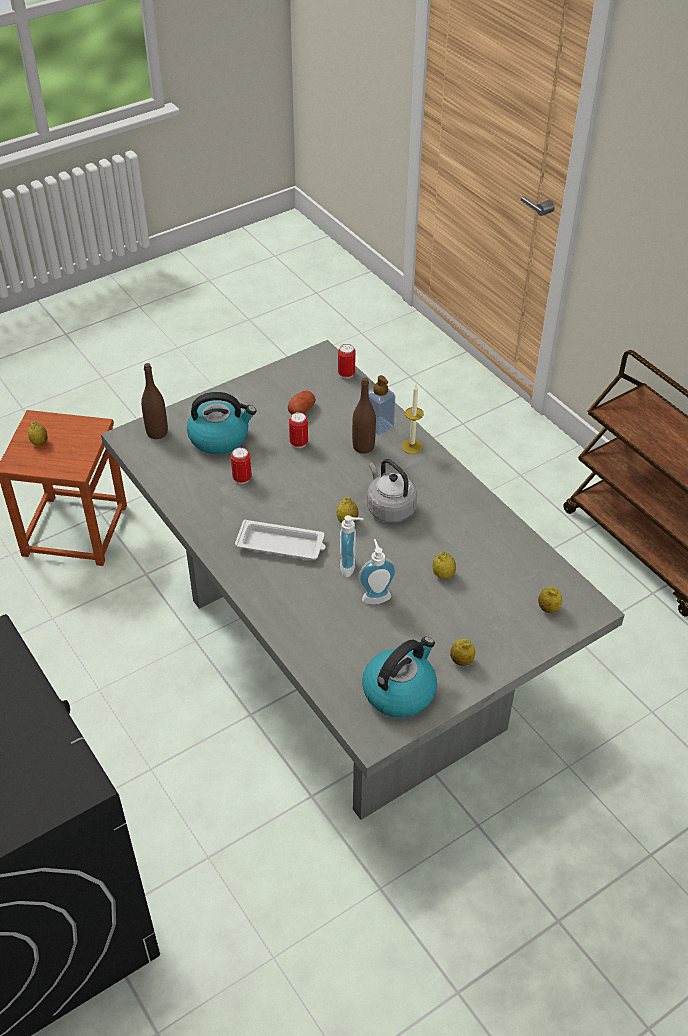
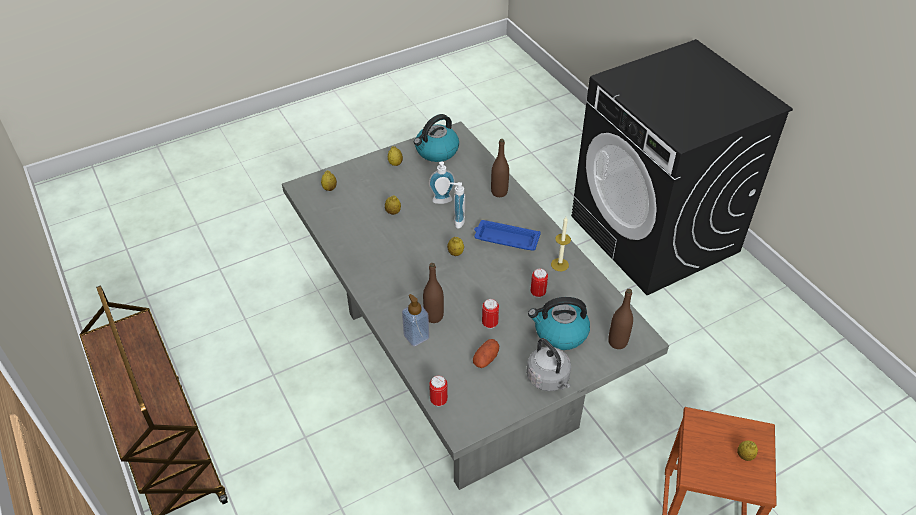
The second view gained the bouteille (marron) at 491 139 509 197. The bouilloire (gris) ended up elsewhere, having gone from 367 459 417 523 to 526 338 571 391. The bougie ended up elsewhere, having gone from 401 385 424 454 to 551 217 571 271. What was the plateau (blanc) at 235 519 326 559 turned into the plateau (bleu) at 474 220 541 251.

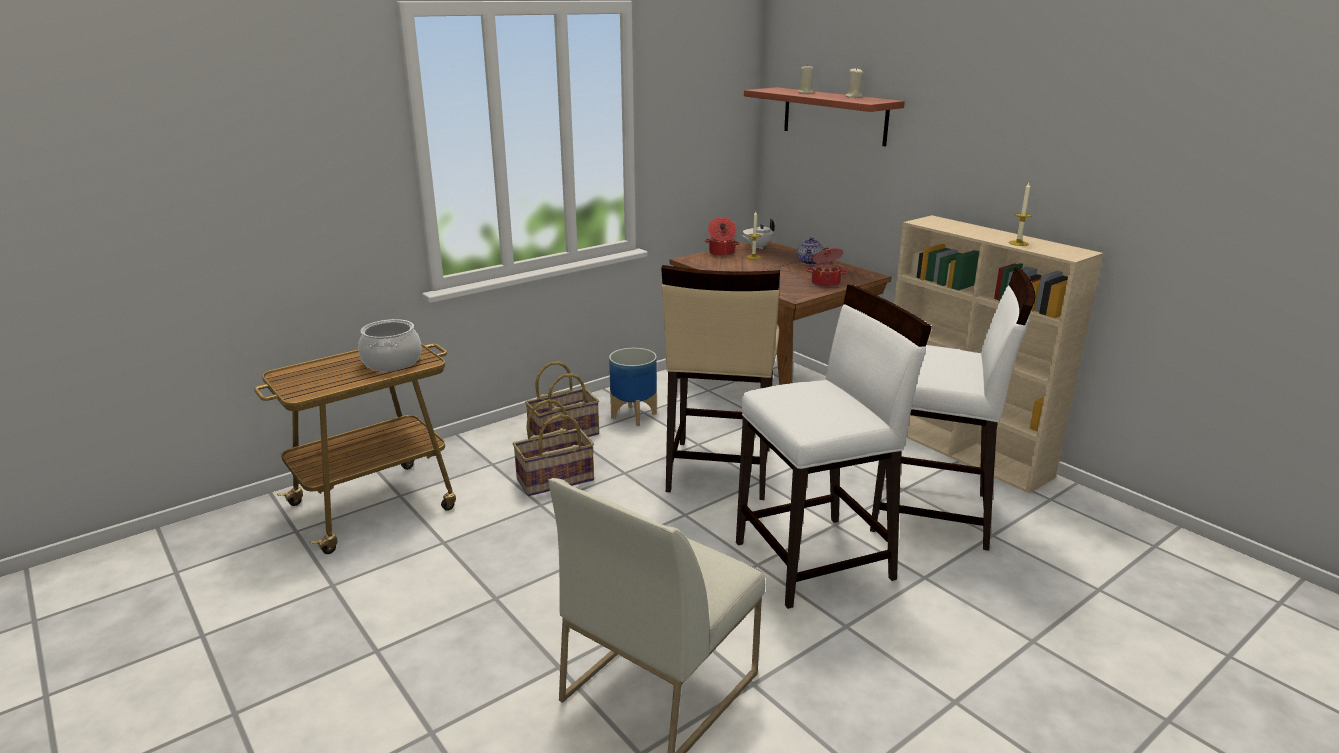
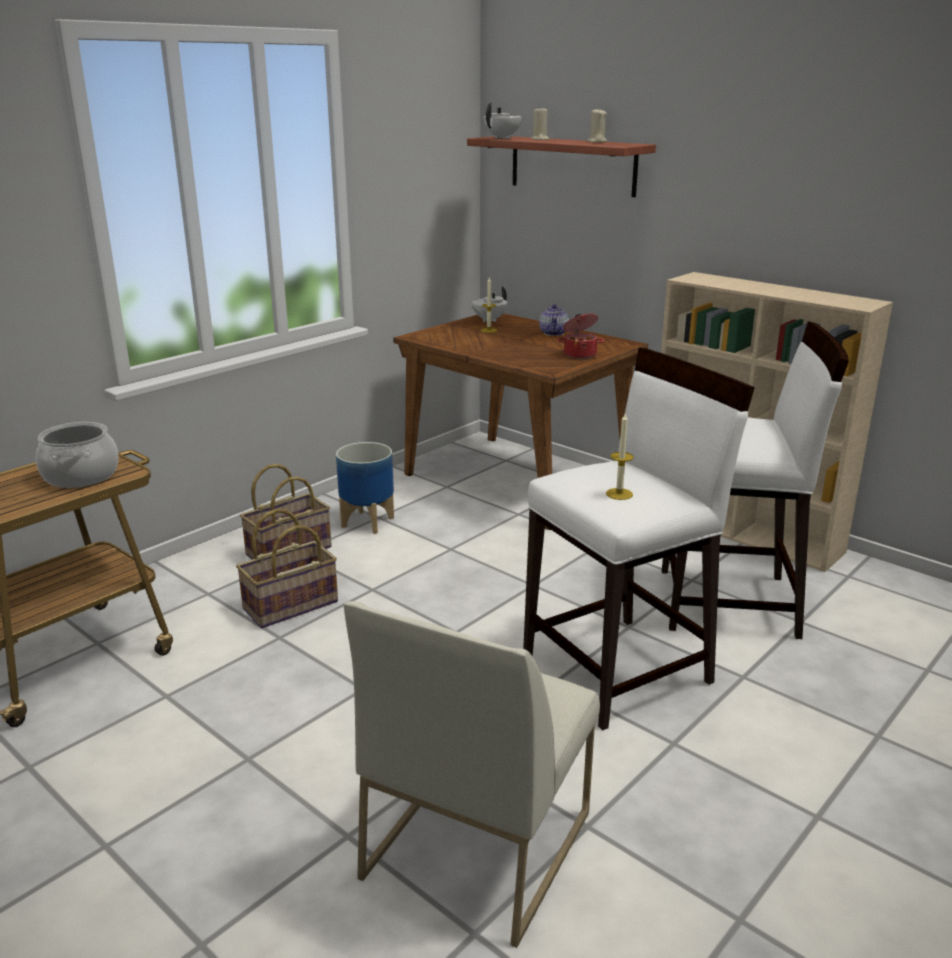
The second view lost the tabouret (beige) at 661 265 780 500. The second view lost the marmite at 704 217 740 256. The second view gained the théière (blanc) at 484 103 522 139. The bougie ended up elsewhere, having gone from 1008 183 1032 246 to 606 414 634 500.

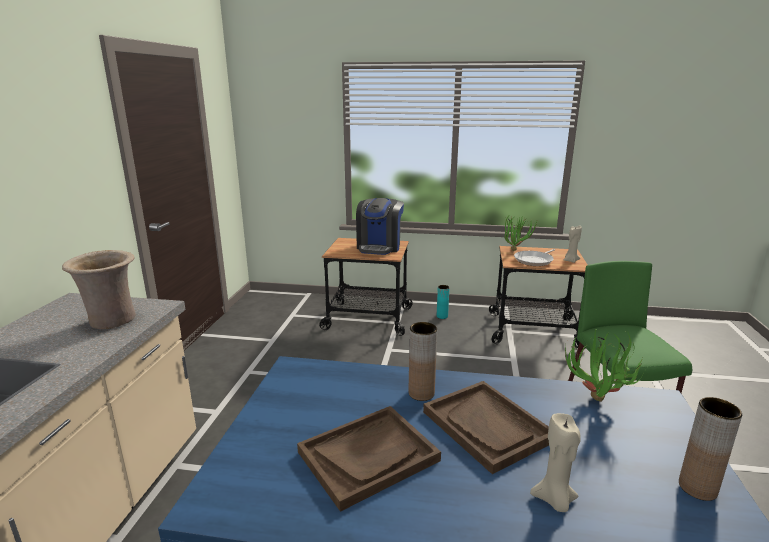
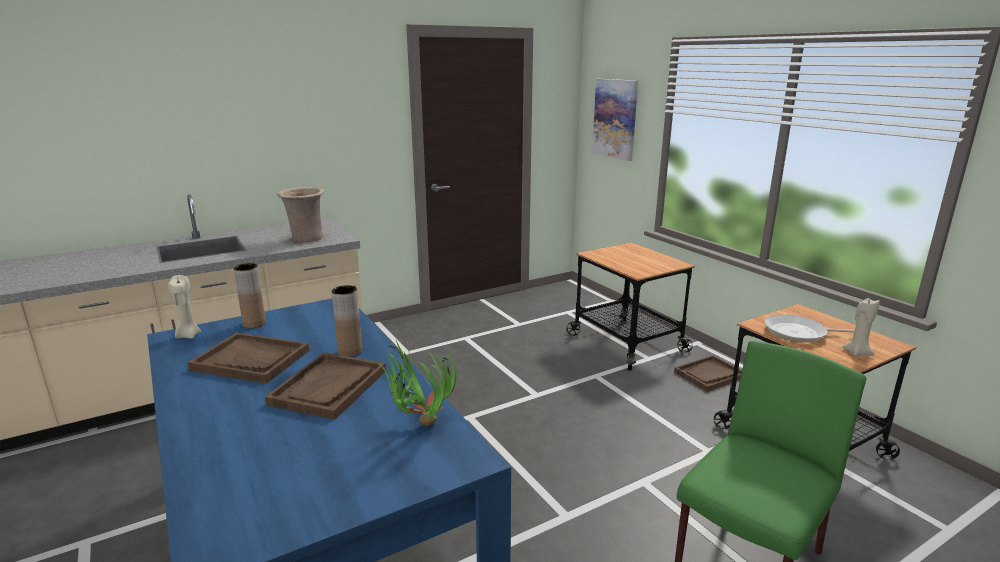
The second view lost the machine à café at 356 198 404 255. The second view lost the plante en pot at 504 214 537 251. The second view gained the tableau at 592 79 638 161. The bougie (beige) ended up elsewhere, having gone from 530 413 581 512 to 168 275 201 339. The vase (marron) ended up elsewhere, having gone from 679 397 742 501 to 234 263 266 328. Where the vase (turquoise) stood at 437 285 449 319, the plateau (marron) came to stand at 674 355 742 392.

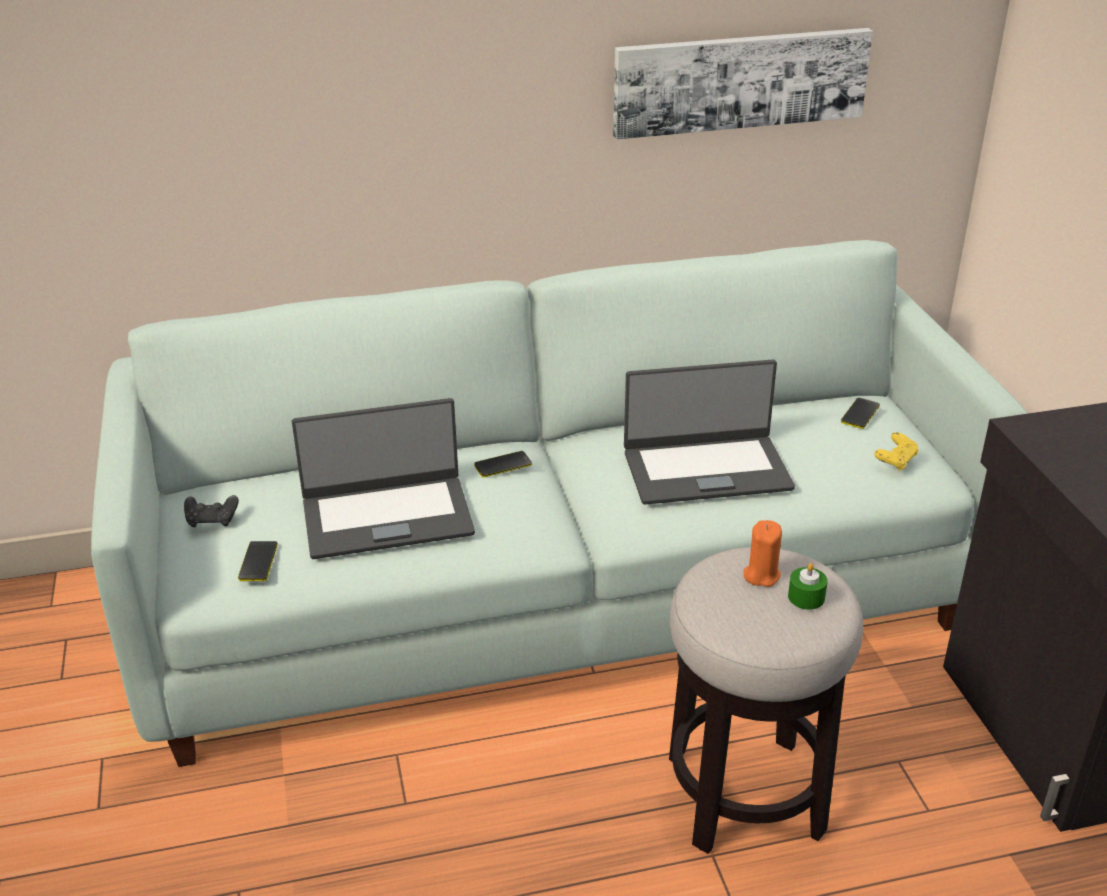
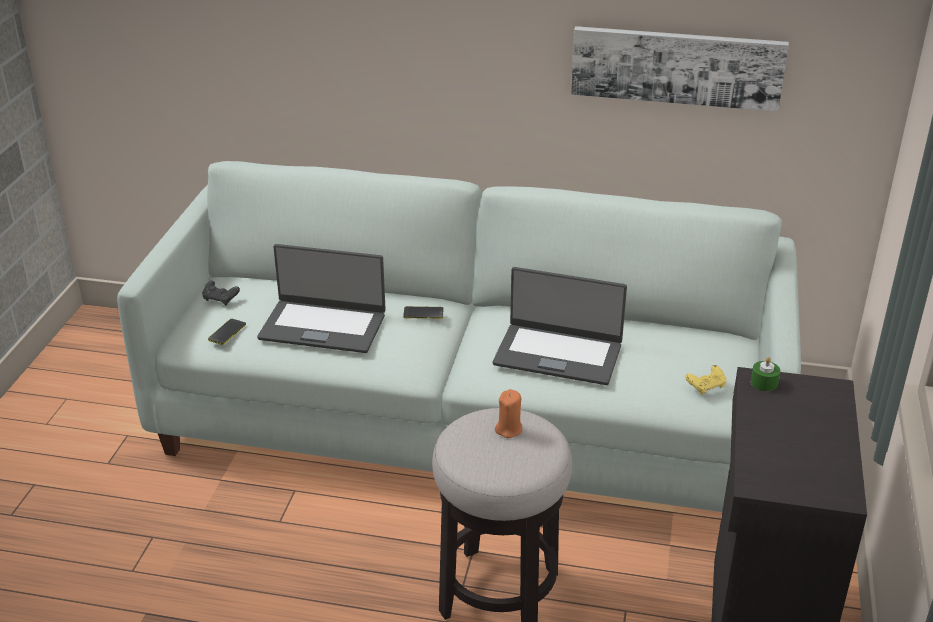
The second view lost the téléphone at 841 398 880 429. The bougie (vert) ended up elsewhere, having gone from 788 563 828 610 to 751 357 780 391.

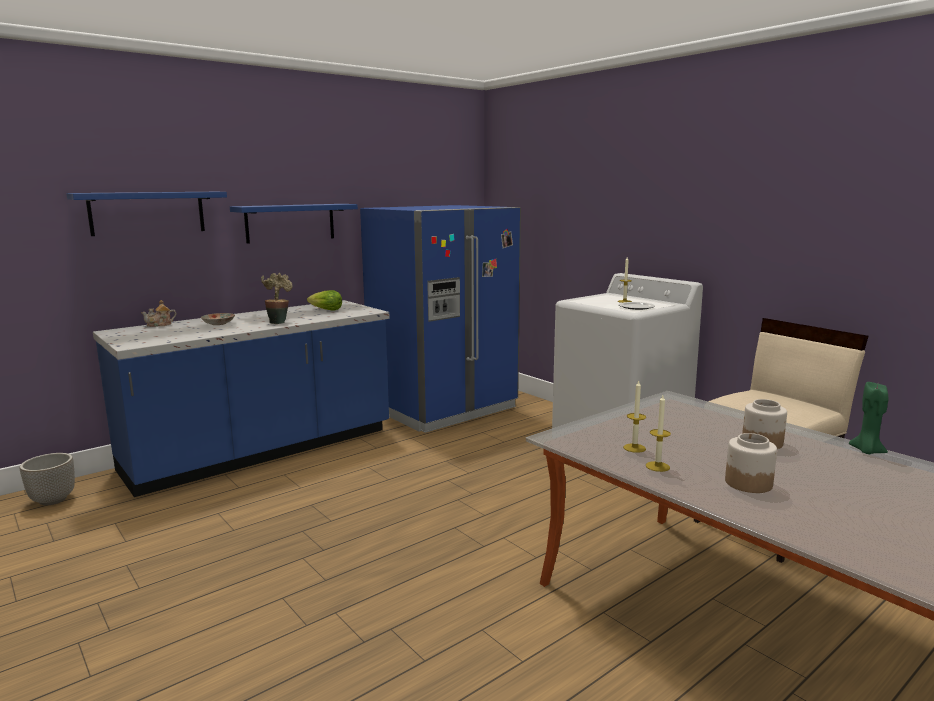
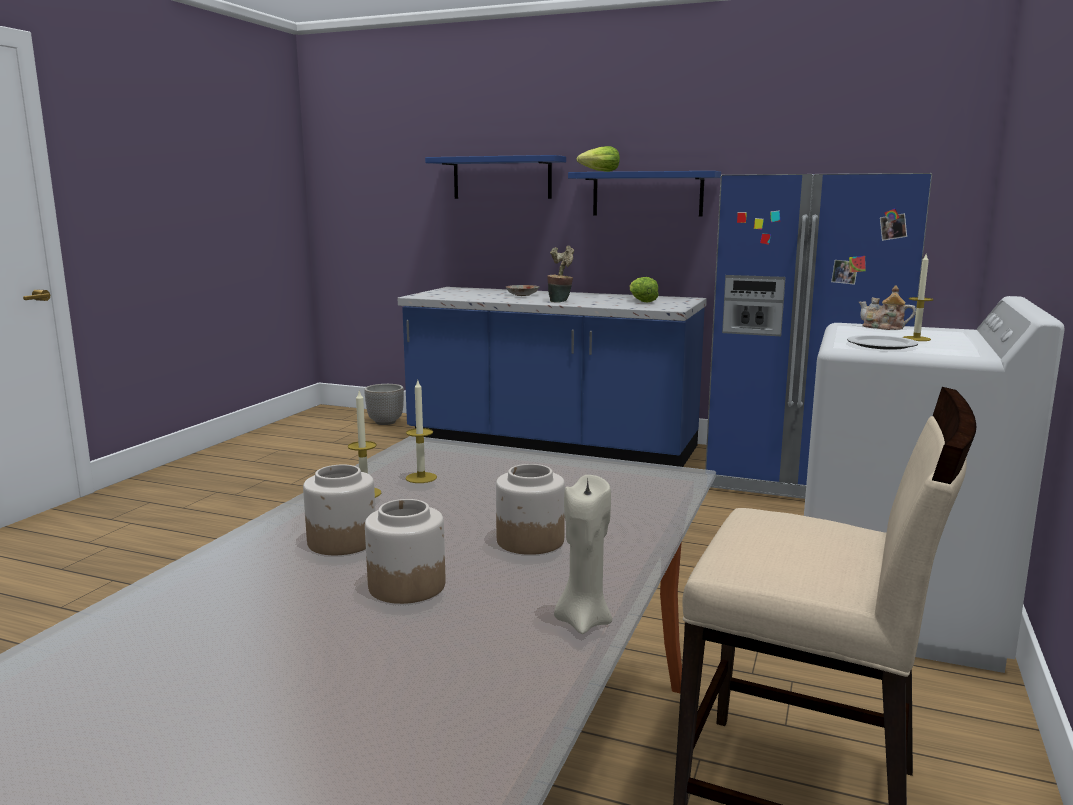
The second view gained the bocal at 365 499 445 604. The second view gained the laitue at 577 146 620 172. The théière ended up elsewhere, having gone from 141 300 176 327 to 859 285 916 330. What was the bougie (vert) at 849 382 888 454 turned into the bougie (beige) at 554 475 612 634.

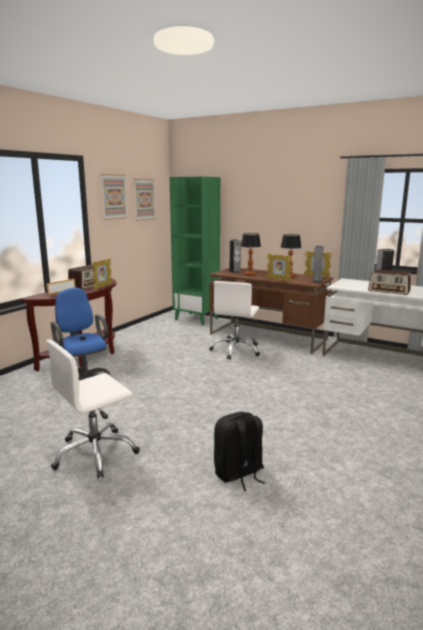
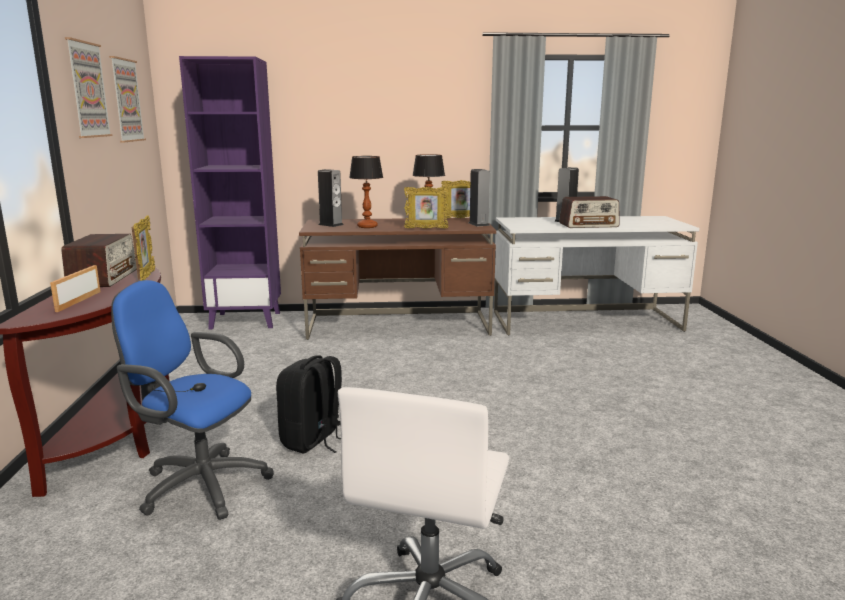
The second view lost the chaise de bureau (blanc) at 209 281 260 359. The sac à dos (noir) ended up elsewhere, having gone from 214 412 265 491 to 276 355 342 453. What was the bibliothèque (vert) at 170 176 220 325 turned into the bibliothèque (violet) at 179 56 281 329.

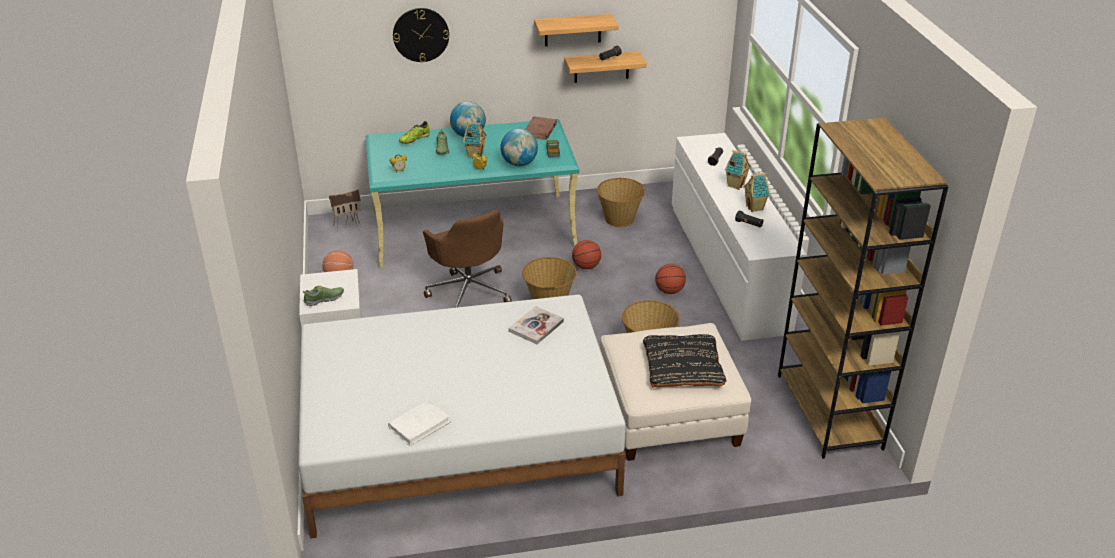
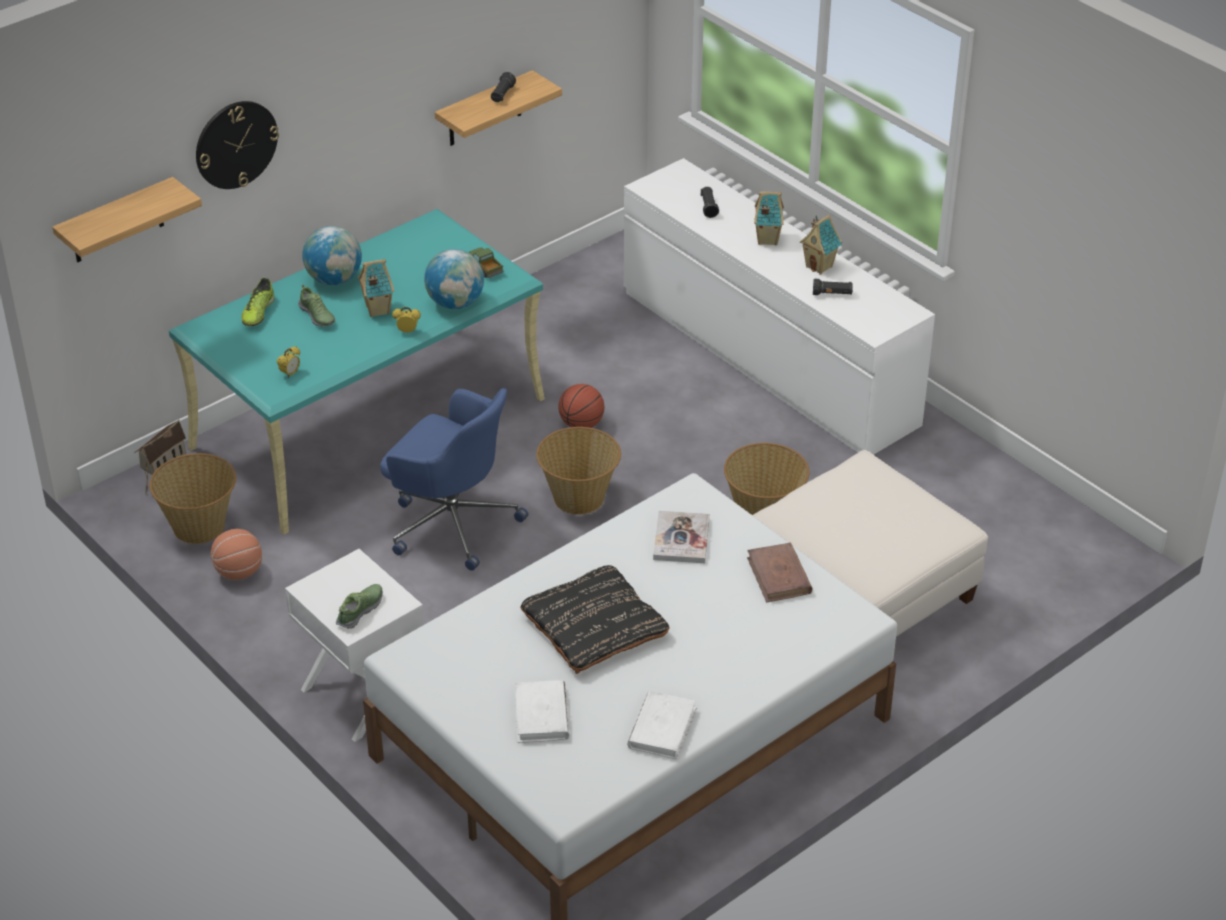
The second view lost the ballon de basket at 655 264 686 294. The second view lost the bibliothèque (marron) at 778 118 949 459. The second view gained the livre (blanc) at 515 680 569 743. The livre (marron) ended up elsewhere, having gone from 525 117 557 140 to 747 543 813 602. The étagère ended up elsewhere, having gone from 534 14 618 46 to 52 177 202 262. The panier ended up elsewhere, having gone from 597 178 646 227 to 150 453 236 544. The coussin (noir) ended up elsewhere, having gone from 643 334 726 387 to 520 565 670 674. What was the chaise de bureau (marron) at 423 210 512 308 turned into the chaise de bureau (bleu) at 380 388 528 571.

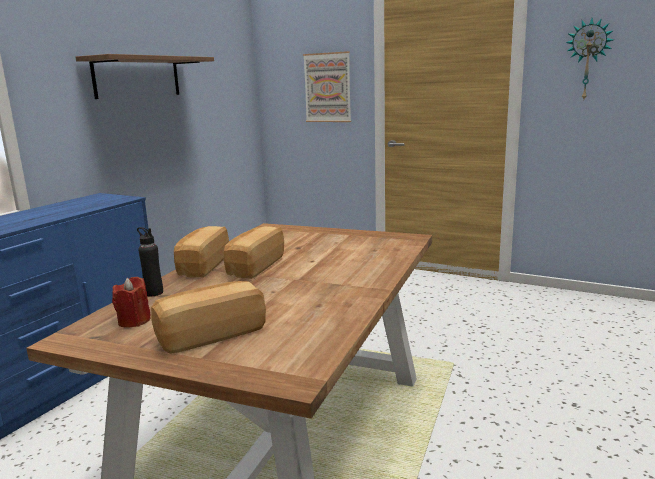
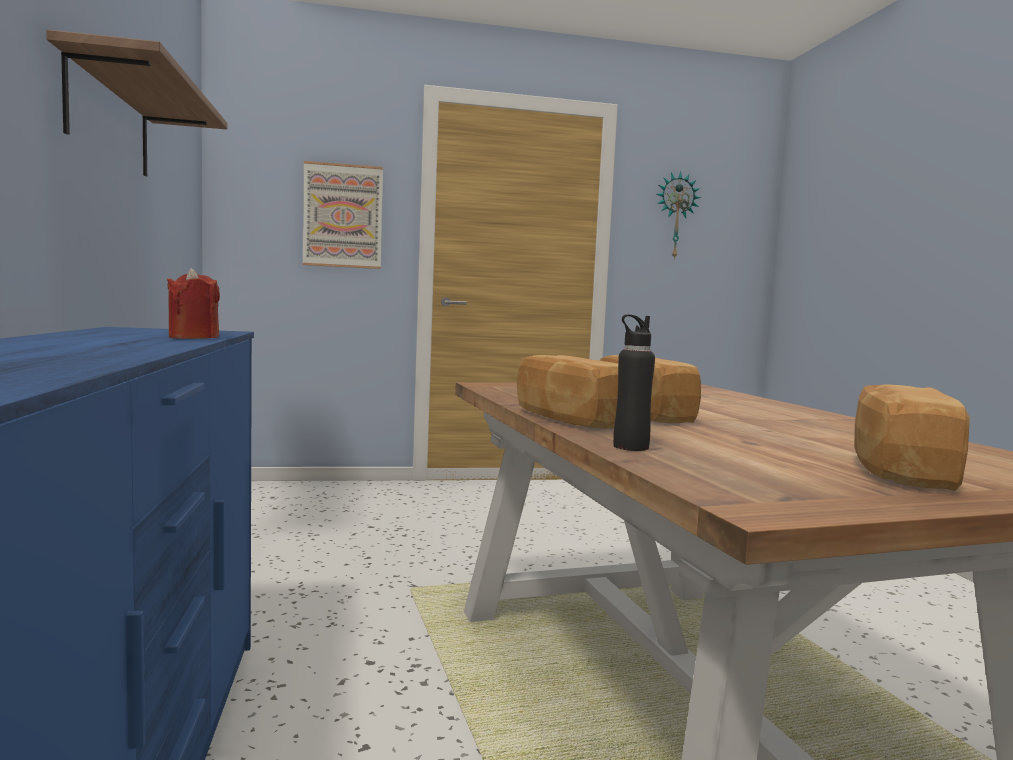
The bougie (rouge) ended up elsewhere, having gone from 112 277 151 328 to 167 268 220 339.

